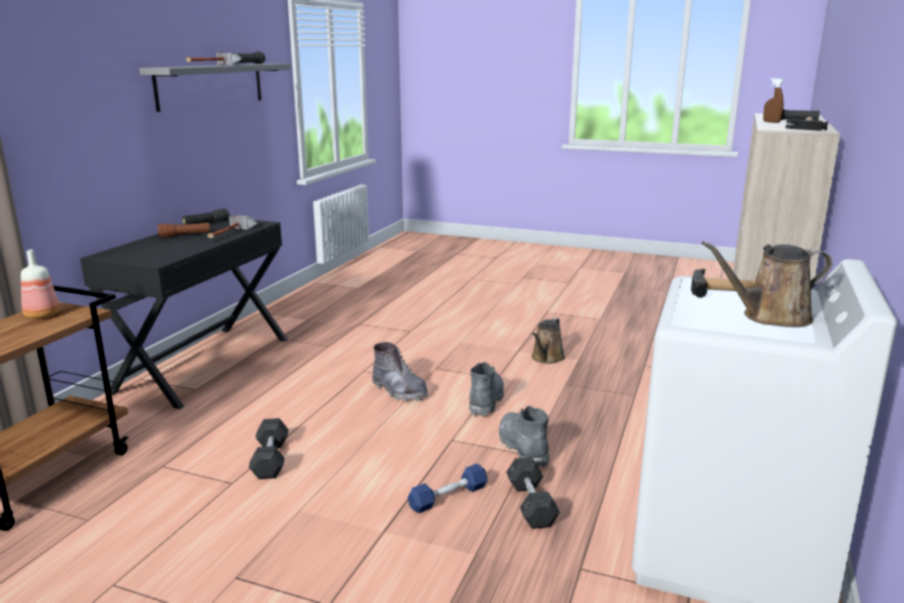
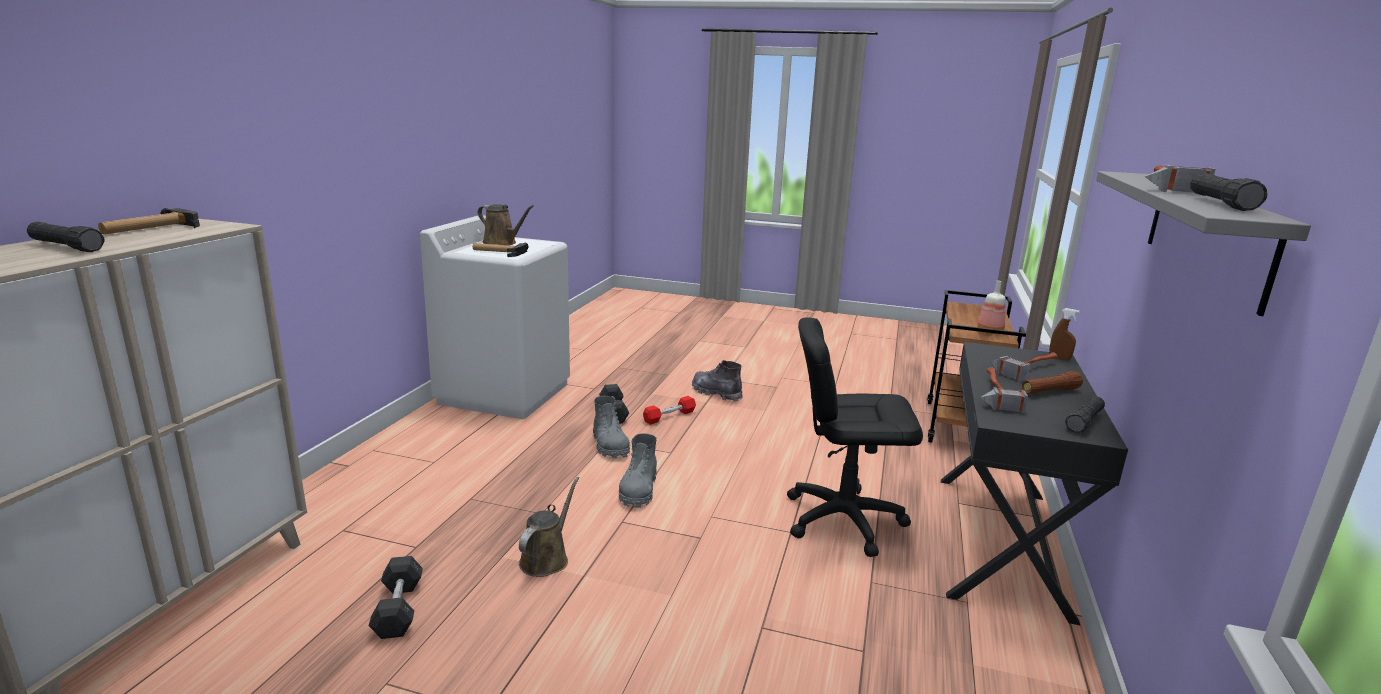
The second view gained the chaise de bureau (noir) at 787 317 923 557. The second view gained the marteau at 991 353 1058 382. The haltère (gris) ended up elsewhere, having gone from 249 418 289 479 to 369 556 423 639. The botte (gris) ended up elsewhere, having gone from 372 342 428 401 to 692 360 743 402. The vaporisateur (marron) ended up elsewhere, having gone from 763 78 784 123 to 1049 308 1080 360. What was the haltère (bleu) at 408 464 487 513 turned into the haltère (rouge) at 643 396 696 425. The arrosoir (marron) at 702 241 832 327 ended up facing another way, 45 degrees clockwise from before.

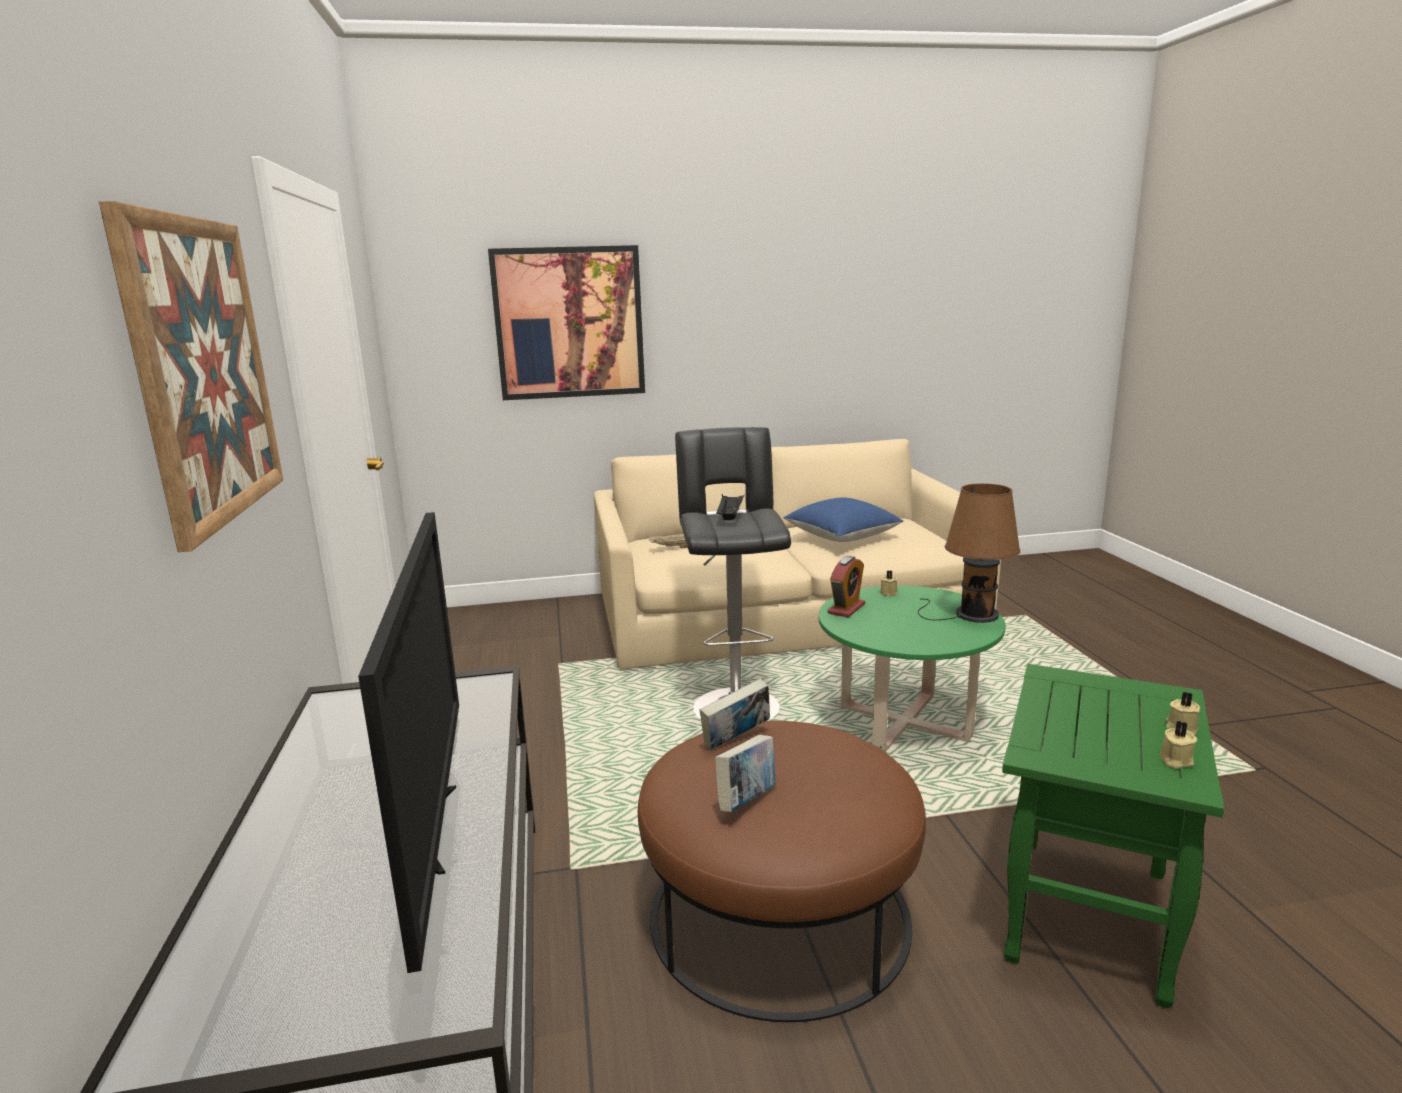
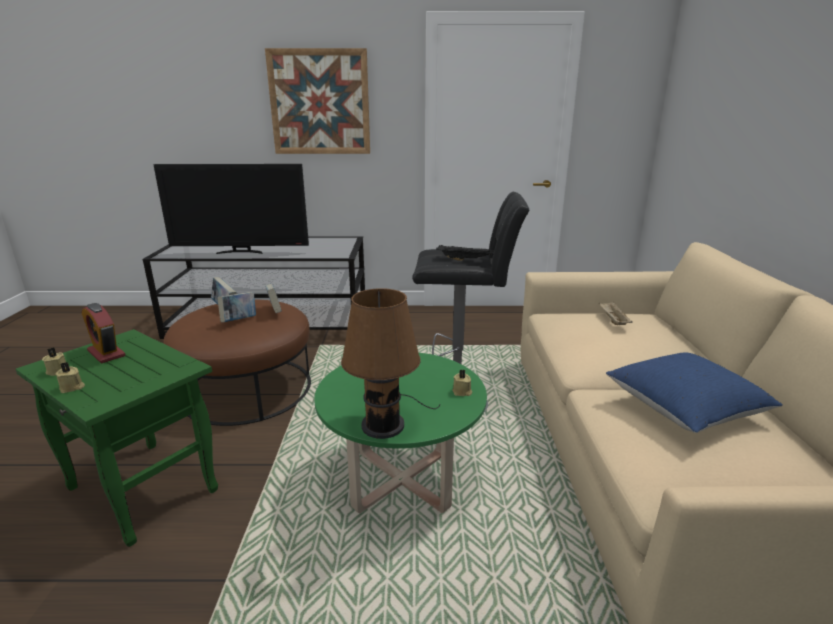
The second view lost the tableau at 488 245 645 400. The second view gained the livre at 217 292 256 322. The réveil ended up elsewhere, having gone from 828 556 865 618 to 82 303 126 363.

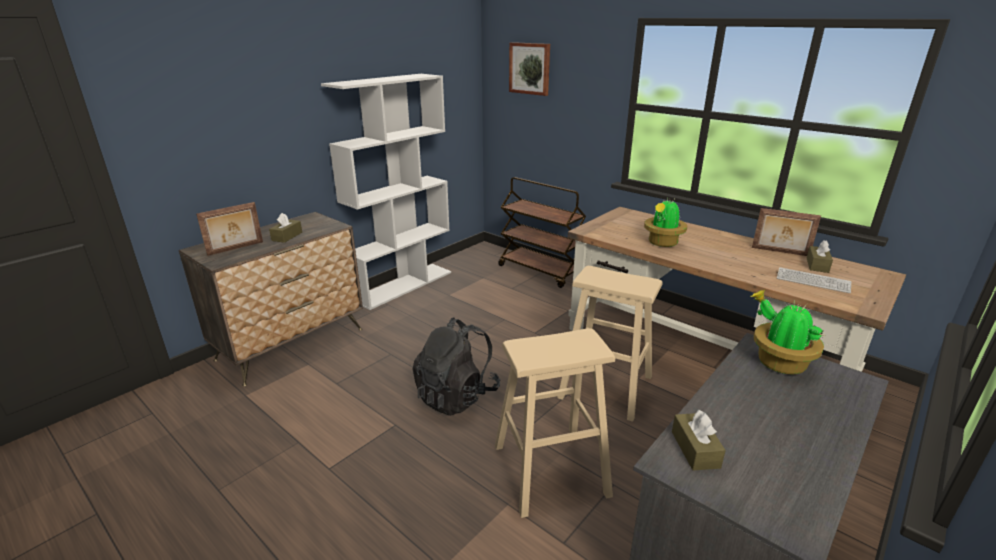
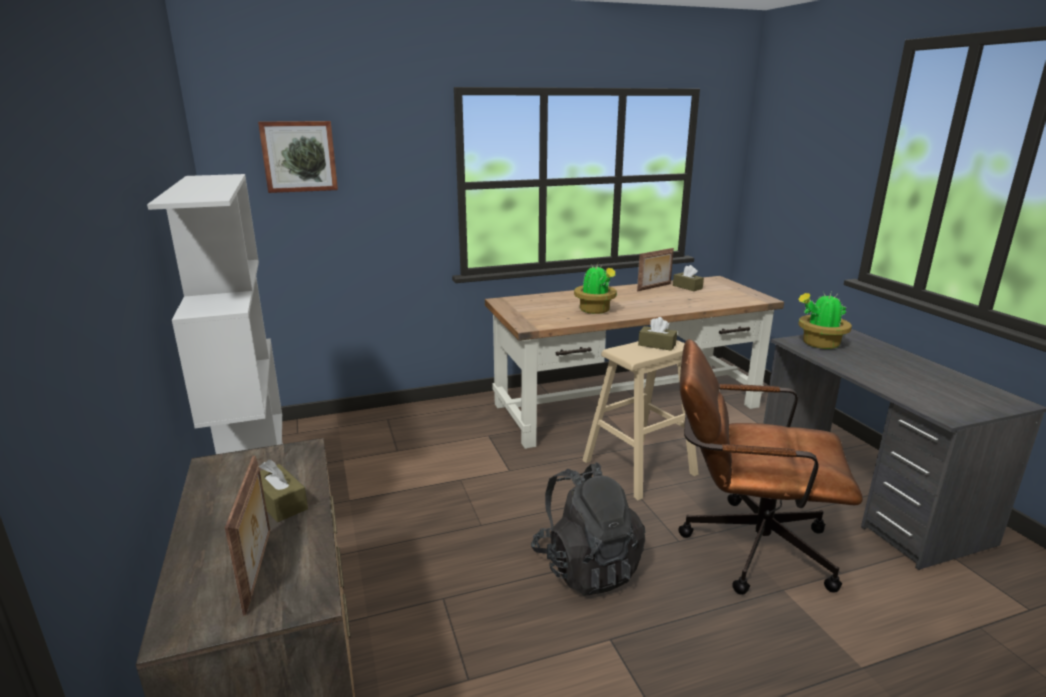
The second view lost the chariot (marron) at 498 177 586 288. The second view lost the clavier at 777 267 851 293. The boîte à mouchoirs (marron) ended up elsewhere, having gone from 672 410 726 470 to 638 317 677 351. Where the tabouret (beige) stood at 495 328 615 518, the chaise de bureau (marron) came to stand at 678 339 863 595.

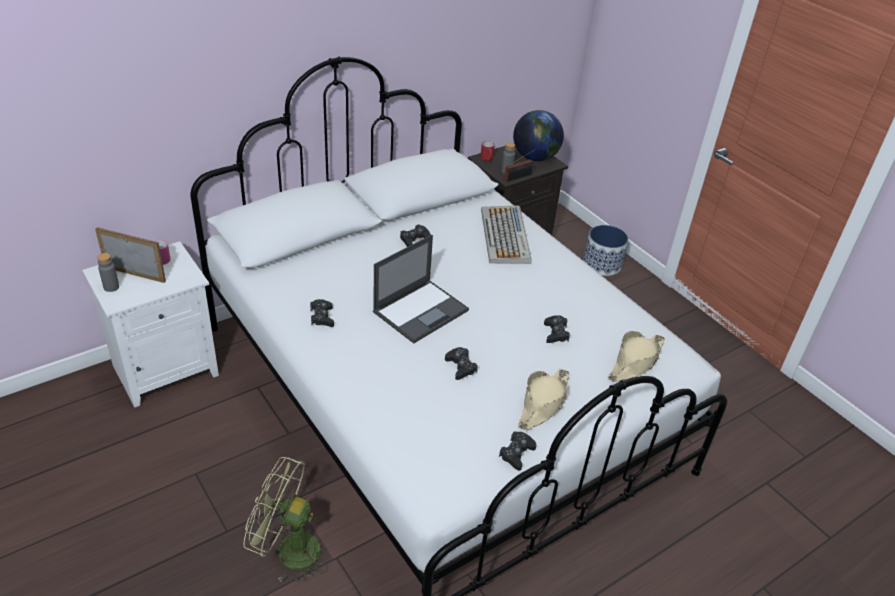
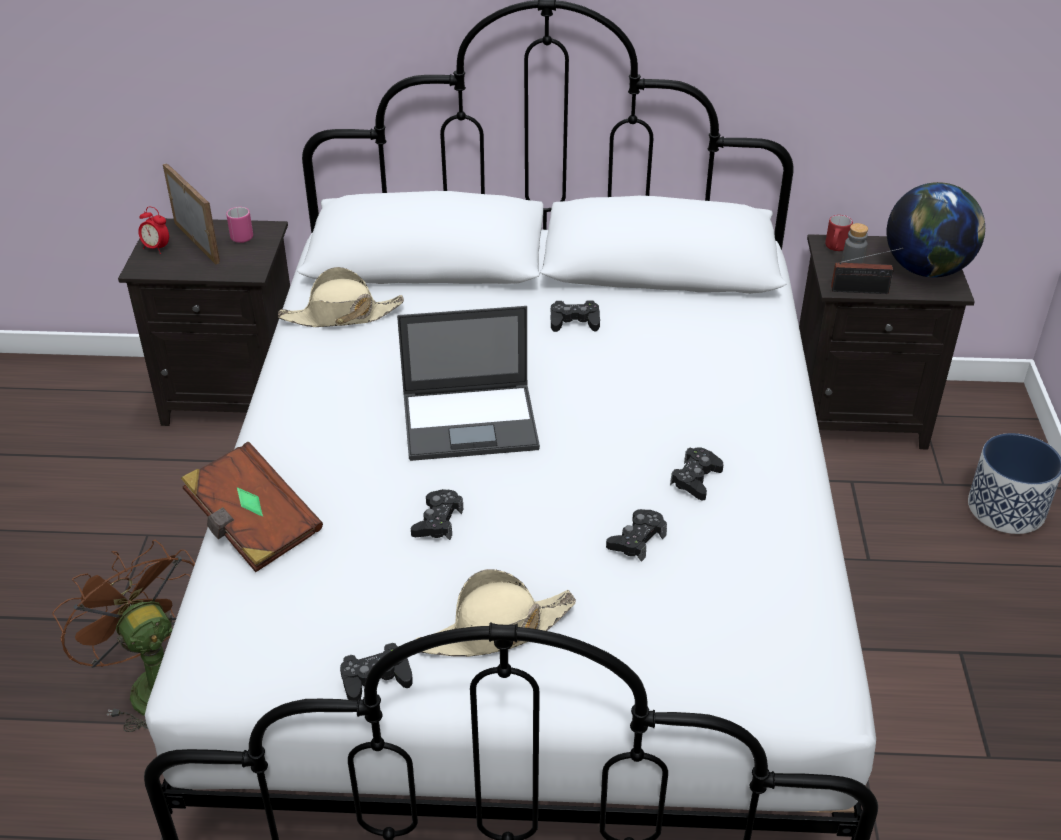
The second view lost the clavier at 481 206 532 264. The second view gained the livre (marron) at 181 442 323 572. The manette (noir) ended up elsewhere, having gone from 310 299 334 327 to 670 447 724 500. The chapeau (beige) ended up elsewhere, having gone from 608 331 665 382 to 278 267 404 327. Where the bouteille (gris) stood at 97 253 119 292, the réveil came to stand at 138 206 169 254. What was the table de chevet (blanc) at 82 241 219 408 turned into the table de chevet (noir) at 118 218 290 426. What was the ventilateur (vert) at 244 457 328 584 turned into the ventilateur (marron) at 52 540 195 732.

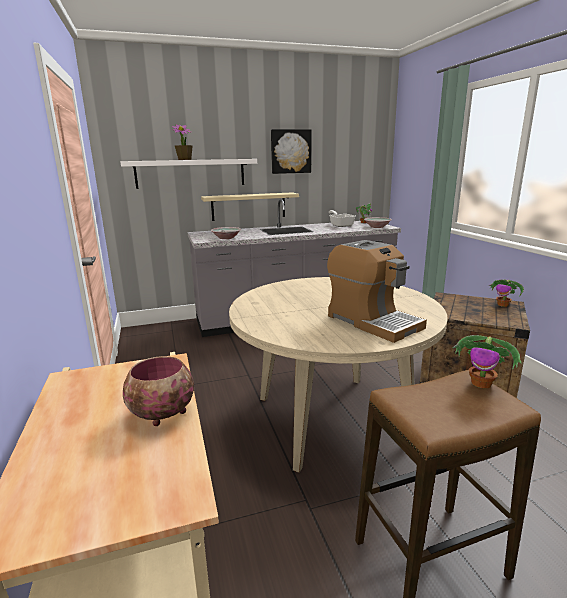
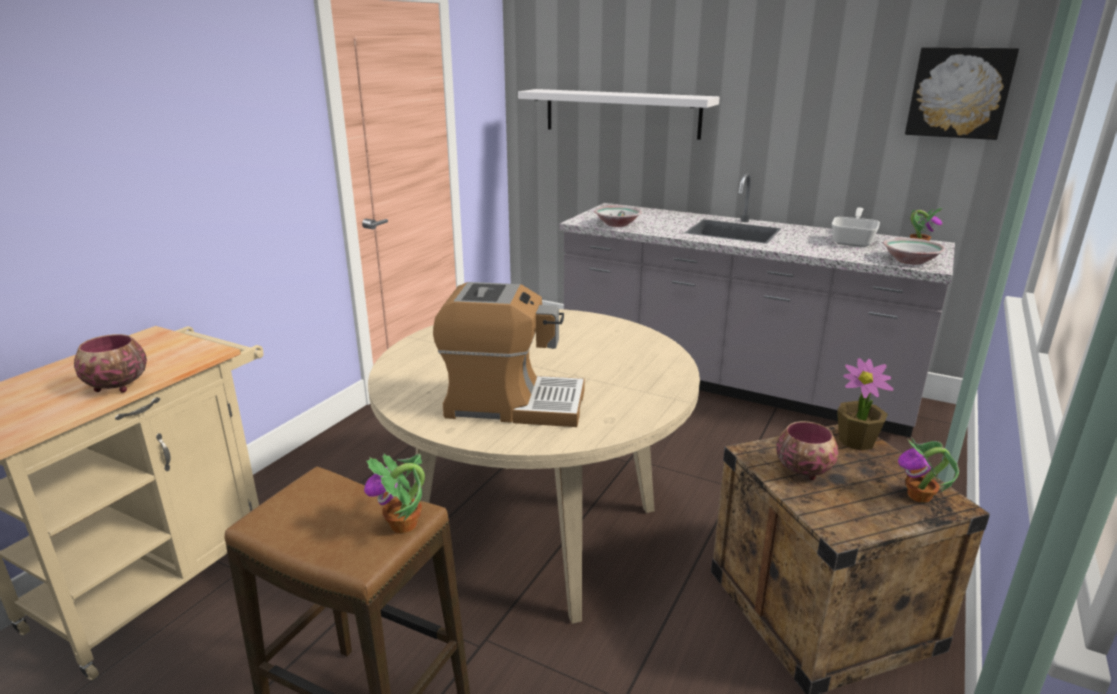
The second view lost the étagère (beige) at 201 192 299 221. The second view gained the bol at 776 421 838 480. The plante en pot ended up elsewhere, having gone from 172 124 193 160 to 837 358 894 451. The tableau ended up elsewhere, having gone from 271 129 312 174 to 905 47 1019 140. The machine à café at 327 240 427 343 ended up facing another way, 90 degrees counterclockwise from before.

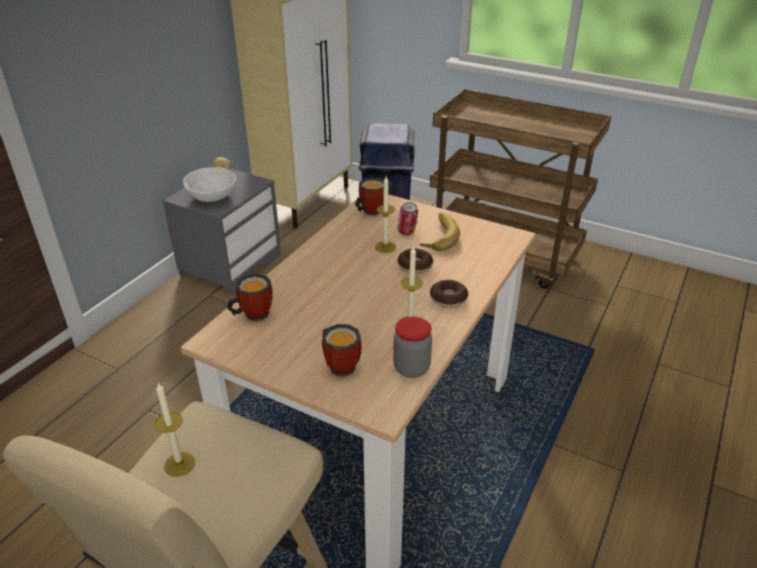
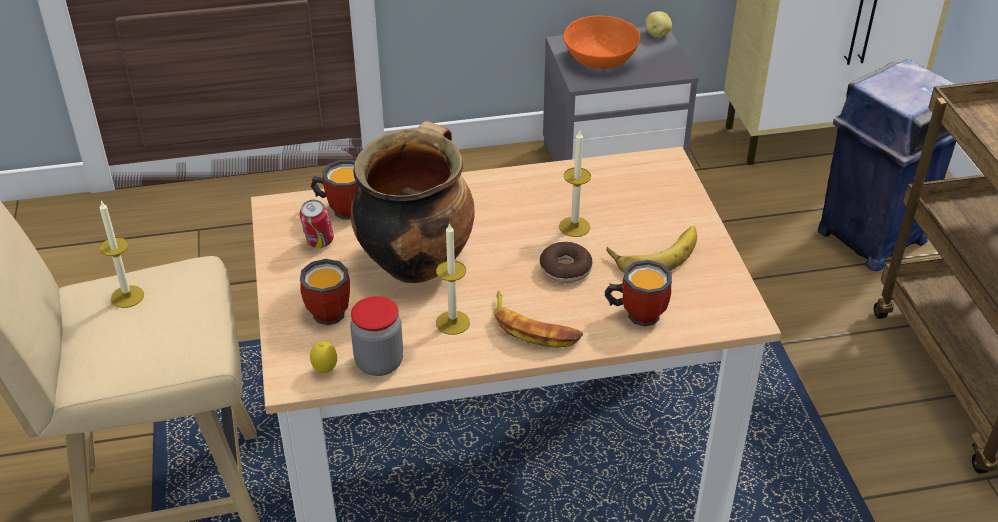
The second view gained the citron at 310 341 337 373. The second view gained the marmite at 351 122 475 283. The mug ended up elsewhere, having gone from 355 178 384 215 to 605 260 672 327. The boîte métallique ended up elsewhere, having gone from 397 202 418 235 to 299 200 334 248. Where the beignet stood at 430 280 468 308, the banane came to stand at 493 291 583 348. What was the bol (blanc) at 183 167 236 202 turned into the bol (orange) at 563 16 640 69.

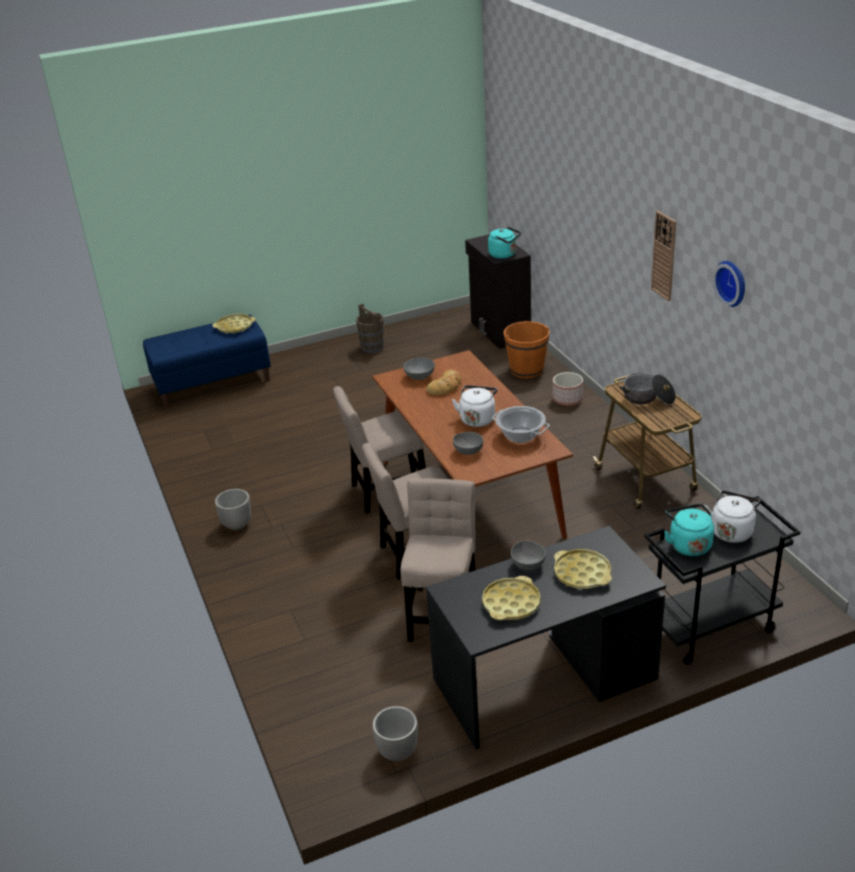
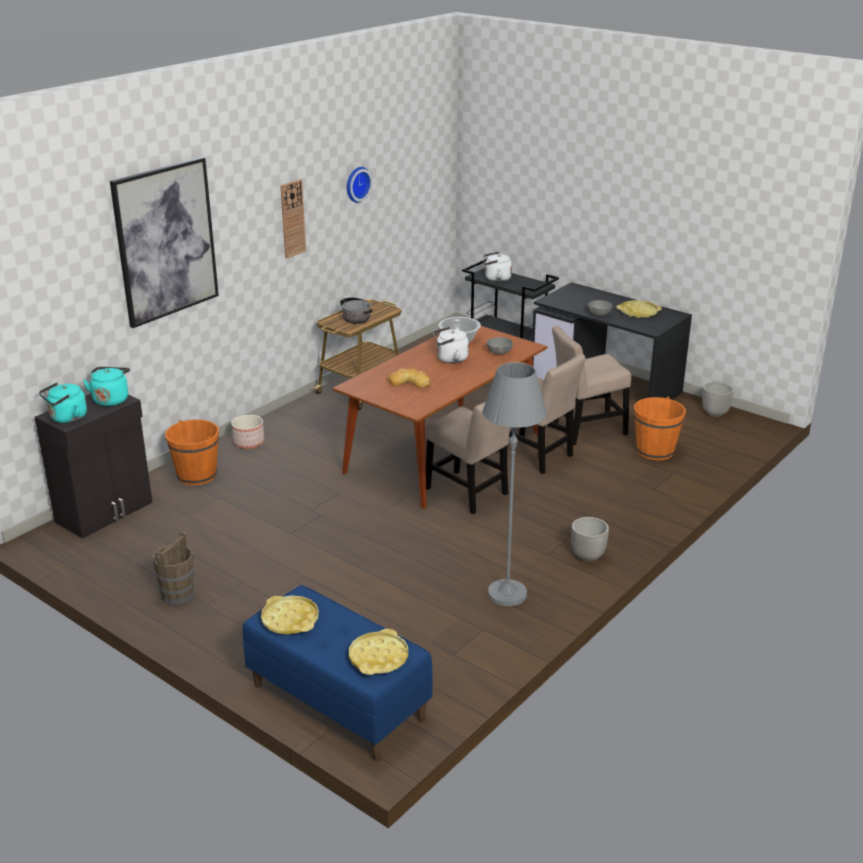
The second view lost the bol (gris) at 403 357 435 380. The second view gained the tableau at 110 157 219 328. The second view gained the lampadaire (gris) at 483 362 547 606. The second view gained the seau (orange) at 634 397 686 460. The plateau (jaune) ended up elsewhere, having gone from 554 549 612 589 to 349 629 408 675. The bouilloire (turquoise) ended up elsewhere, having gone from 664 504 714 556 to 39 382 87 423.

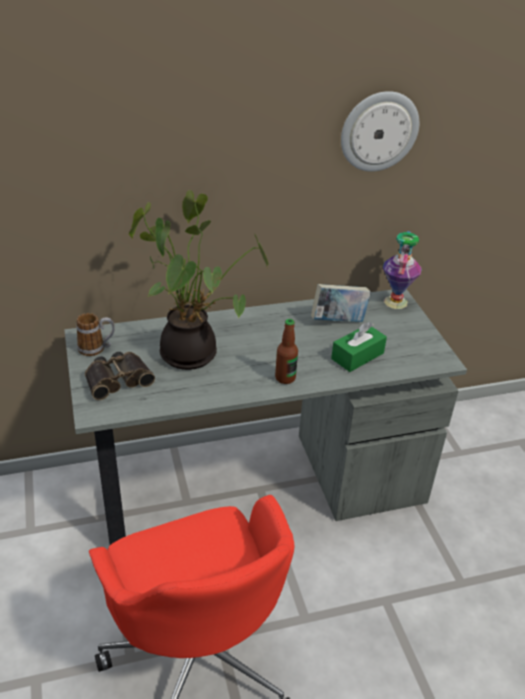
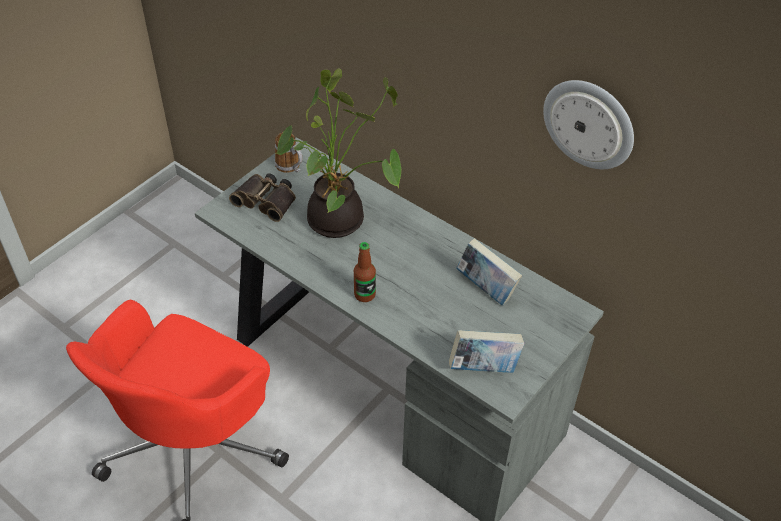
The second view lost the boîte à mouchoirs (vert) at 331 322 387 372. The second view lost the vase at 383 231 422 309. The second view gained the livre at 449 330 524 373.

